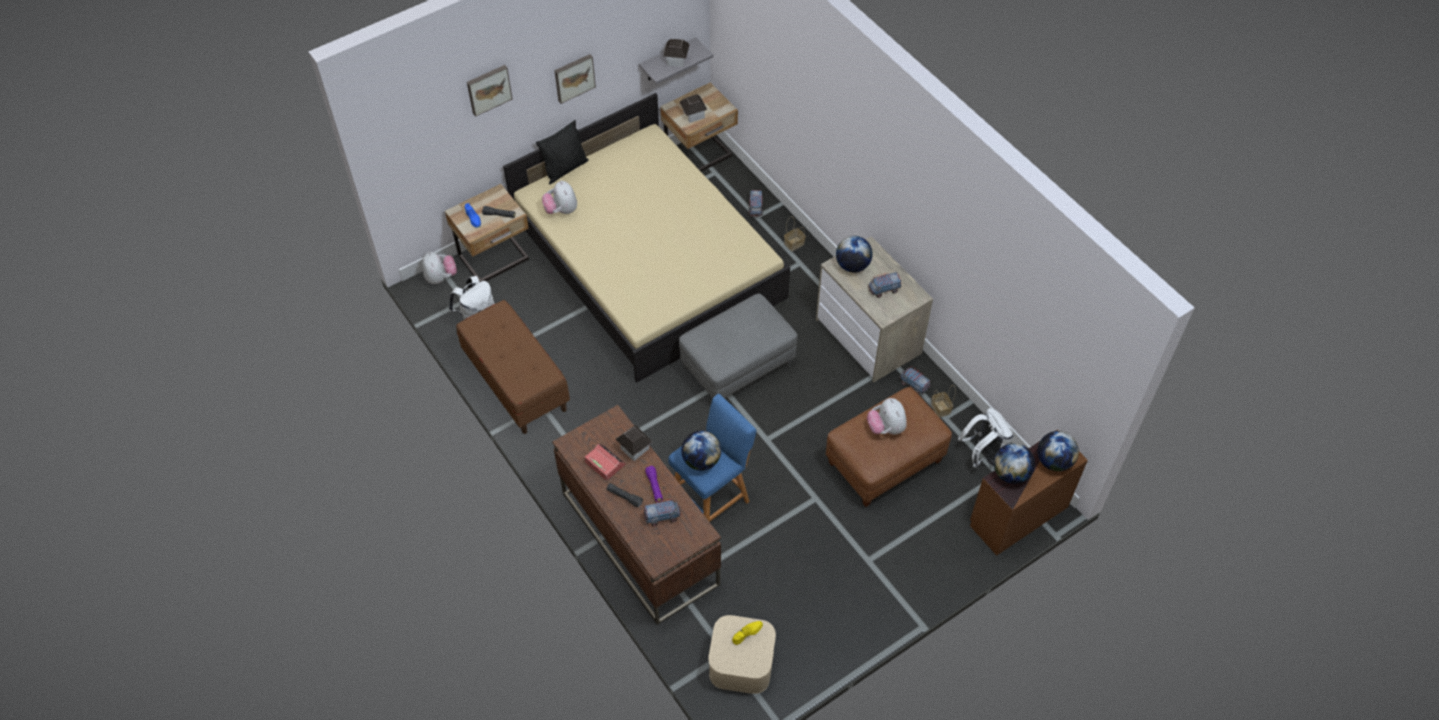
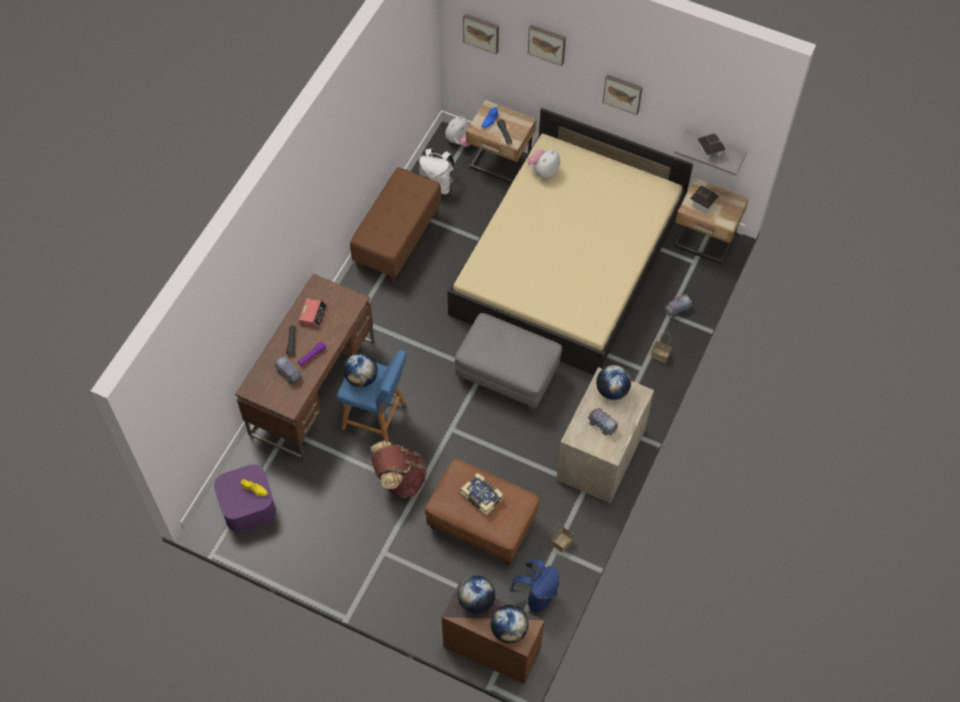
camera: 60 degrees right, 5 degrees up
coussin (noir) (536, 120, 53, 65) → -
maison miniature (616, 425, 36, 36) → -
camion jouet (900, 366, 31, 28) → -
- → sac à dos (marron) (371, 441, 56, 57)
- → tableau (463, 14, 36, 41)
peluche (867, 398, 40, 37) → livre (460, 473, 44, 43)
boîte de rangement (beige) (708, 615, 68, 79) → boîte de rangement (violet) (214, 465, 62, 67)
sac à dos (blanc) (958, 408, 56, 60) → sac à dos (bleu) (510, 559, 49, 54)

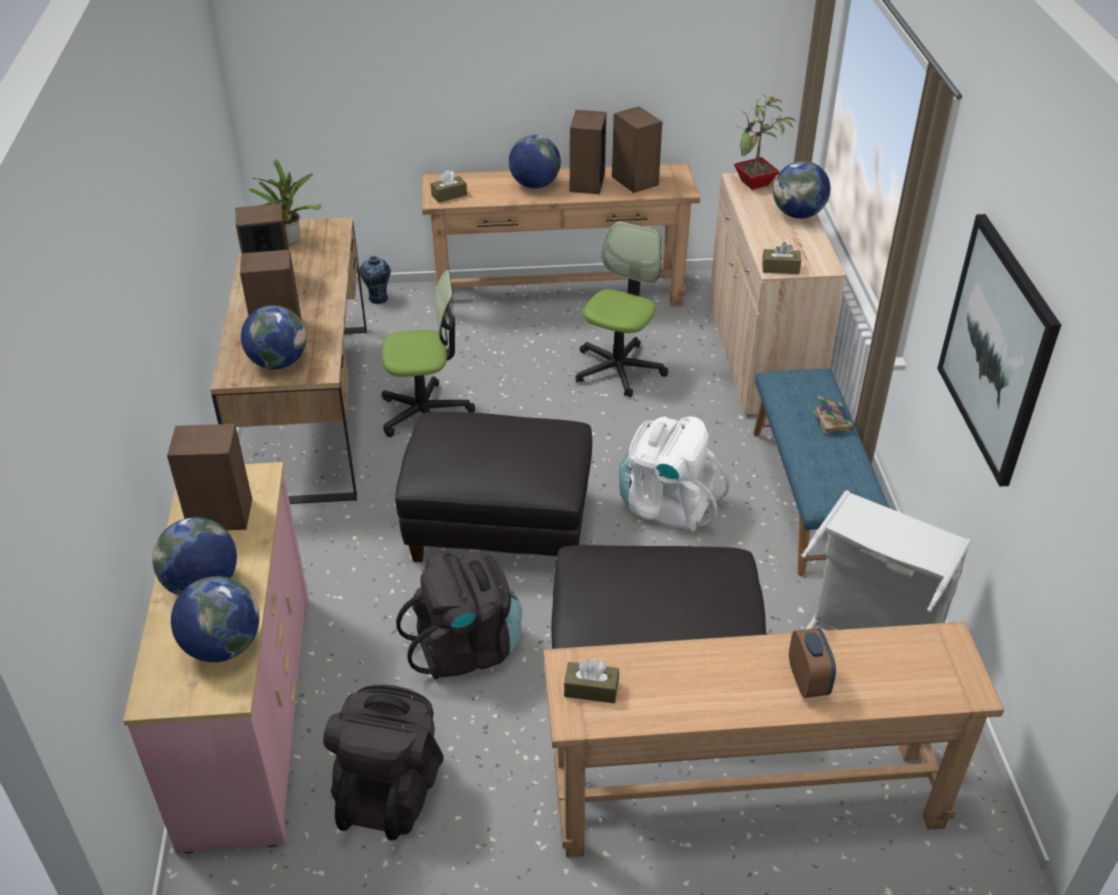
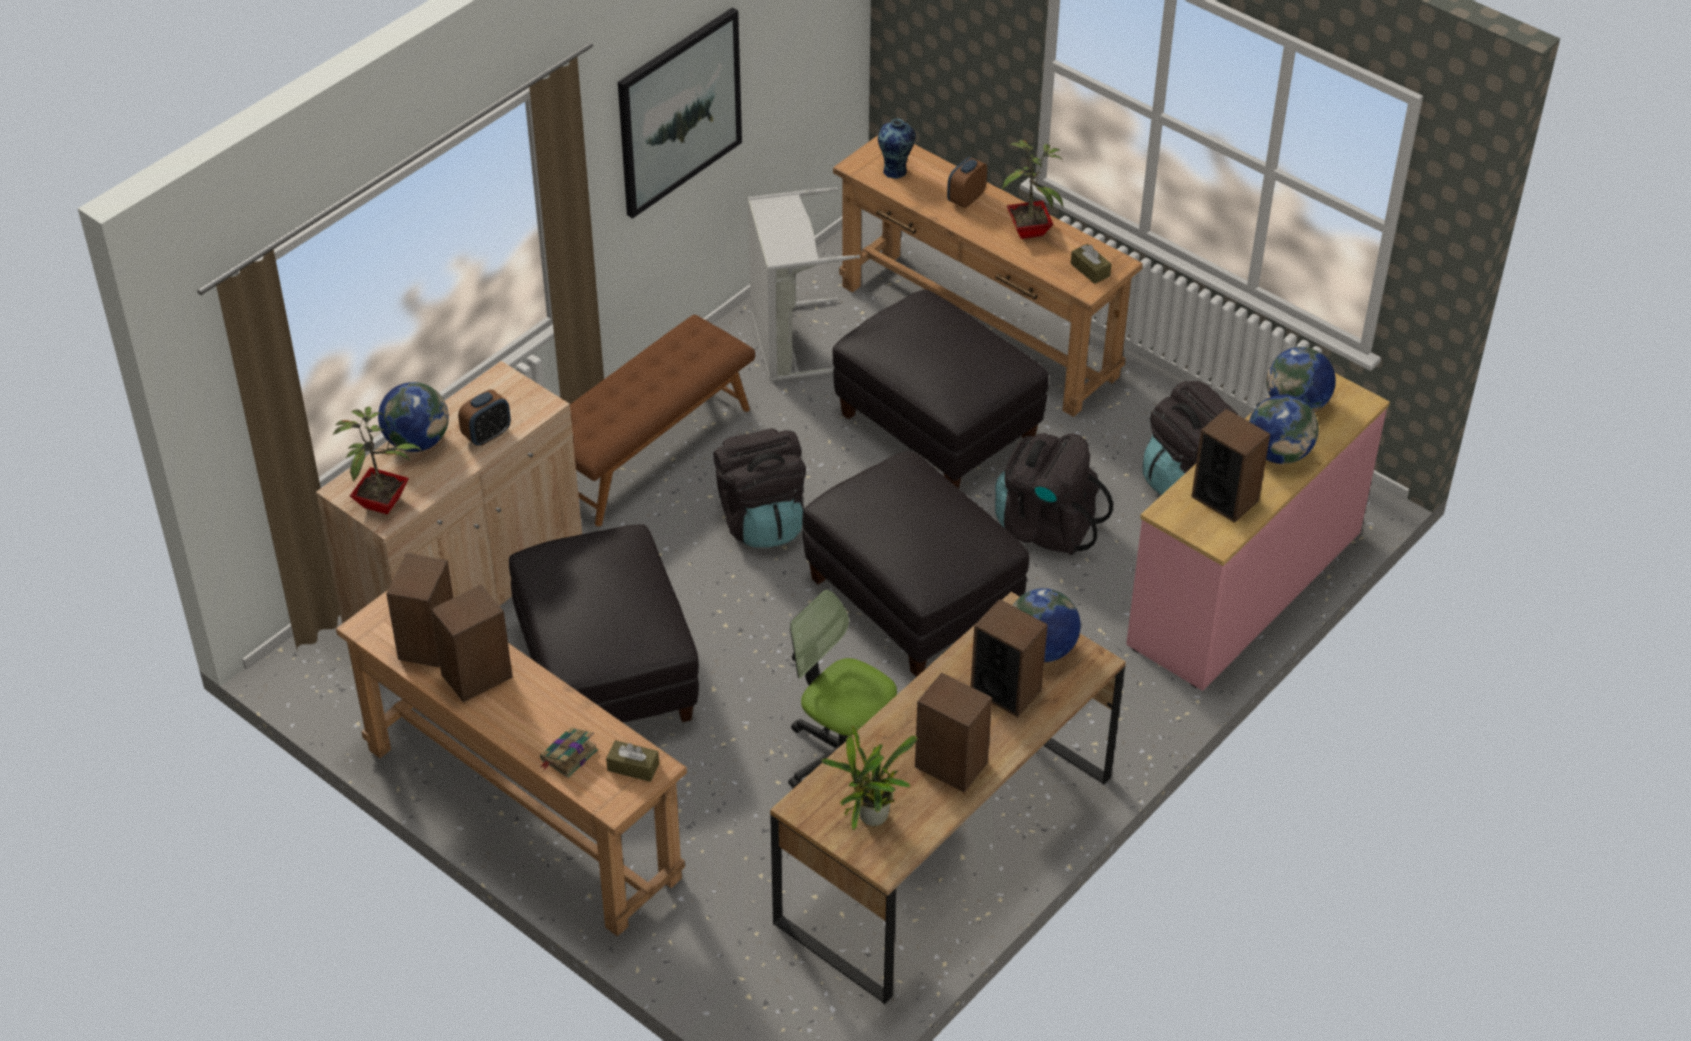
camera: 135 degrees left, 5 degrees up
globe (509, 135, 52, 54) → -
boîte à mouchoirs (marron) (762, 242, 39, 32) → -
- → réveil (458, 389, 53, 57)
- → plante en pot (1002, 140, 61, 99)
vase (360, 256, 31, 48) → vase (878, 118, 38, 61), shifted
livre (813, 395, 41, 39) → livre (539, 727, 59, 51), shifted
chaise de bureau (576, 221, 92, 176) → pouf (noir) (509, 524, 190, 199)
sac à dos (blanc) (619, 416, 111, 115) → sac à dos (noir) (713, 428, 93, 120)
banc (bleu) (753, 369, 136, 207) → banc (marron) (570, 315, 185, 212)

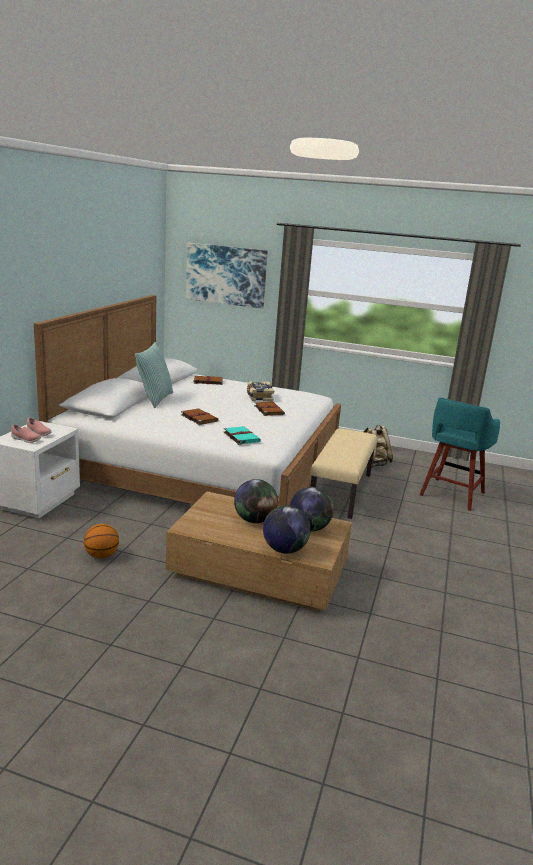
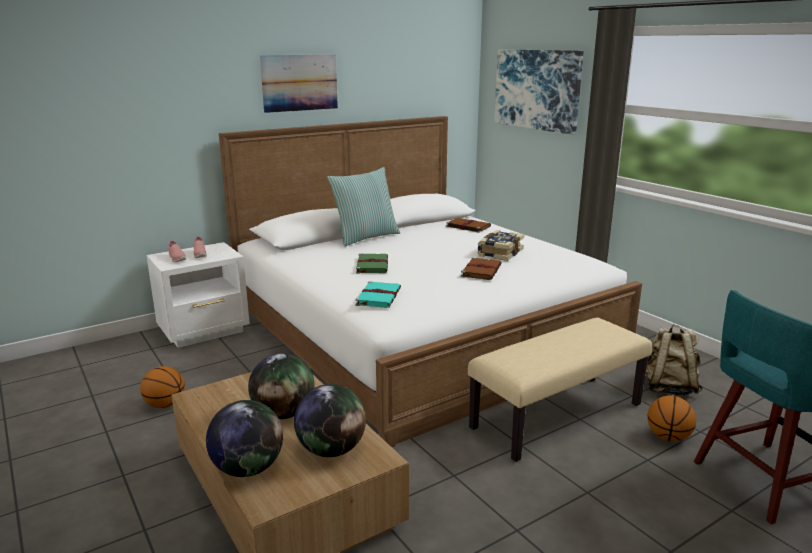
camera: 40 degrees right, 0 degrees up
- → tableau (260, 54, 78, 59)
- → ballon de basket (647, 396, 49, 46)
livre (marron) (181, 409, 38, 16) → livre (vert) (356, 253, 32, 21)

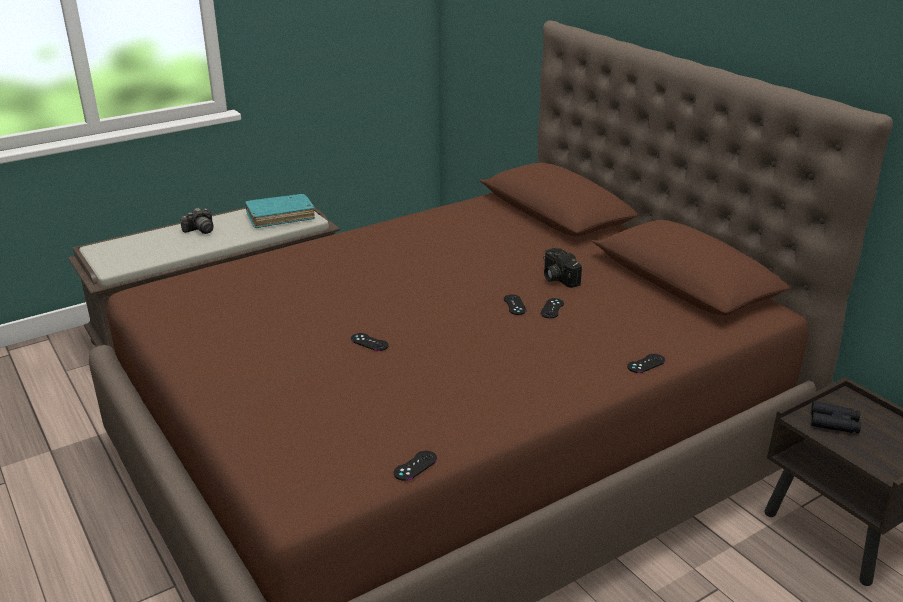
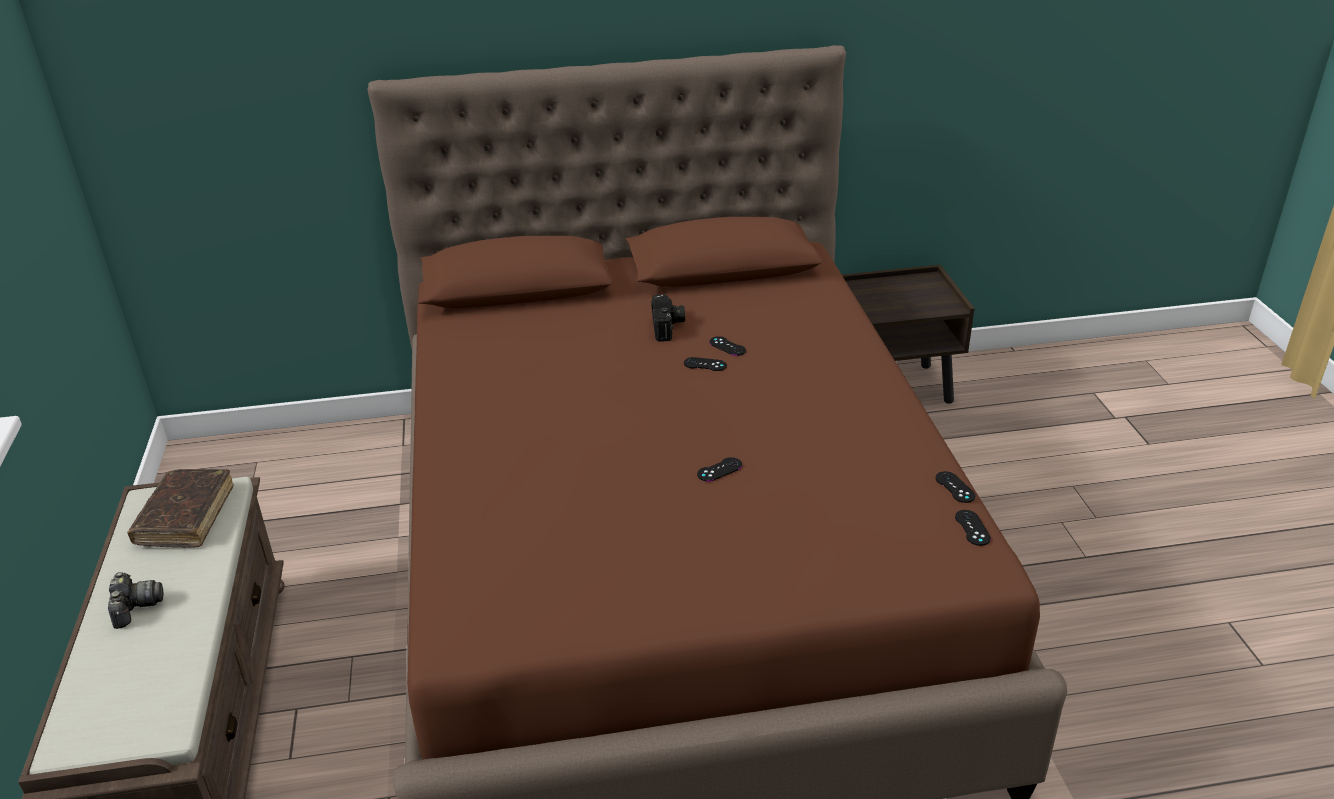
camera: 65 degrees left, 5 degrees up
jumelles (noir) (811, 401, 50, 33) → -
manette (noir) (627, 354, 38, 19) → manette (noir) (955, 510, 36, 36), shifted
livre (turquoise) (245, 194, 70, 34) → livre (marron) (127, 469, 107, 79)
appareil photo (543, 248, 39, 40) → appareil photo (651, 294, 34, 48), 90 degrees counterclockwise

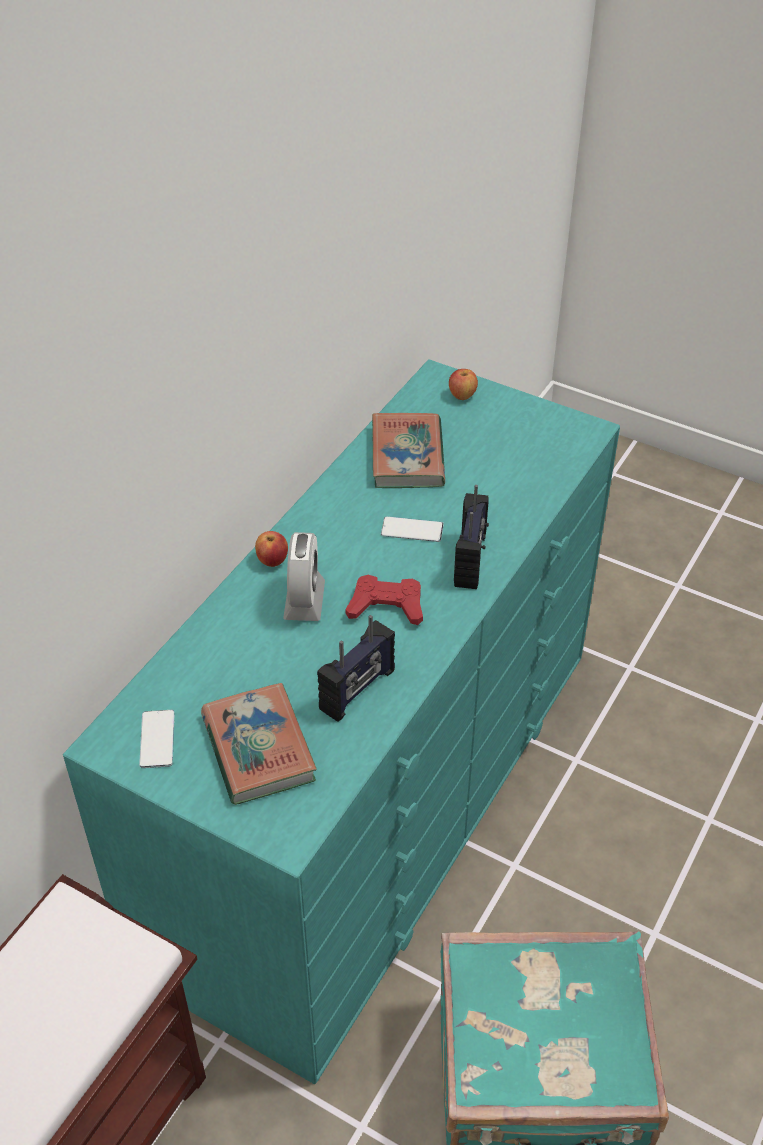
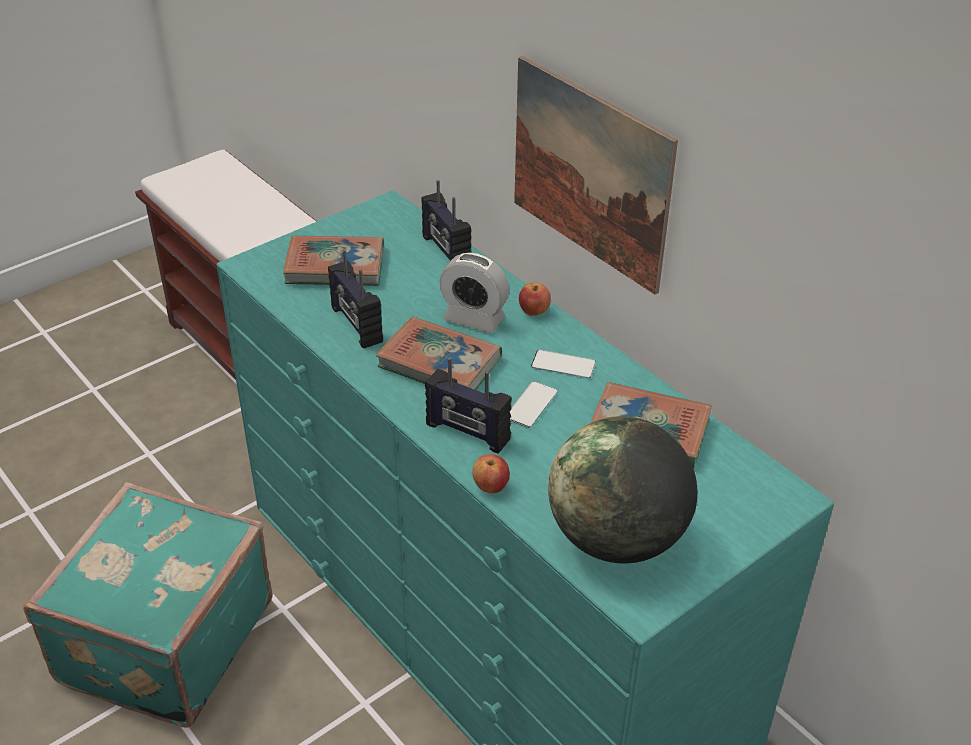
camera: 110 degrees right, 5 degrees down
- → radio (421, 180, 50, 81)
- → tableau (514, 56, 164, 239)
- → globe (548, 416, 149, 147)
téléphone (139, 710, 36, 58) → téléphone (531, 350, 65, 28), shifted
pomme (449, 369, 29, 31) → pomme (472, 454, 38, 39), shifted
manette (rouge) (345, 575, 78, 50) → livre (376, 317, 126, 73)

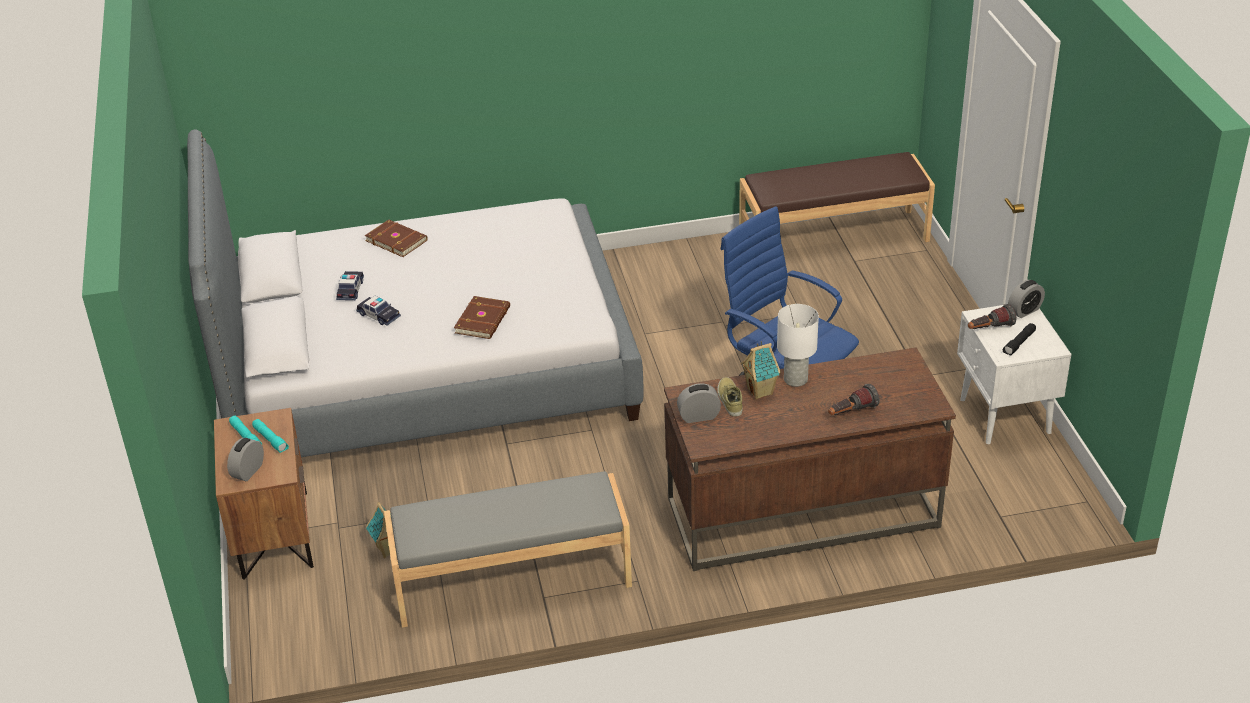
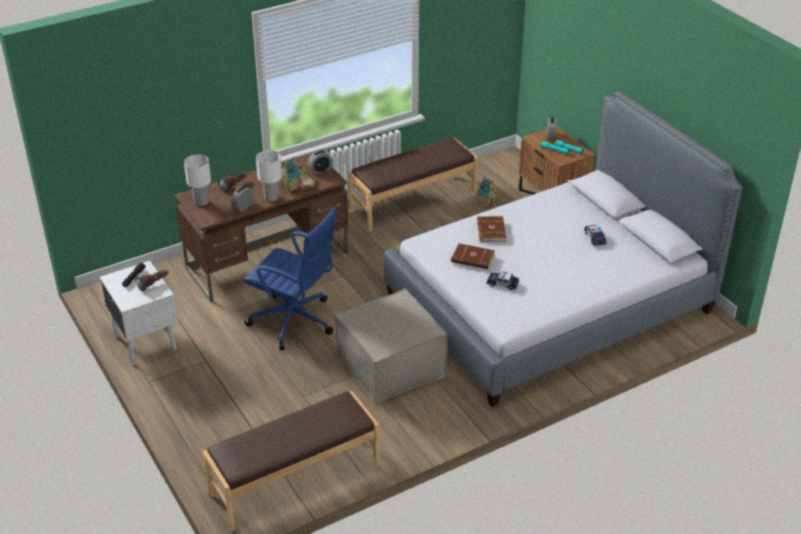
camera: 160 degrees right, 0 degrees up
- → lampe de table (blanc) (184, 155, 27, 51)
- → pouf (beige) (334, 288, 113, 117)
petite voiture (356, 296, 45, 29) → petite voiture (487, 271, 32, 19), shifted
livre (marron) (365, 220, 63, 37) → livre (marron) (451, 243, 44, 26), shifted
réveil (1008, 280, 37, 38) → réveil (231, 186, 24, 26), shifted
banc (gris) (384, 471, 248, 157) → banc (marron) (348, 138, 130, 94)

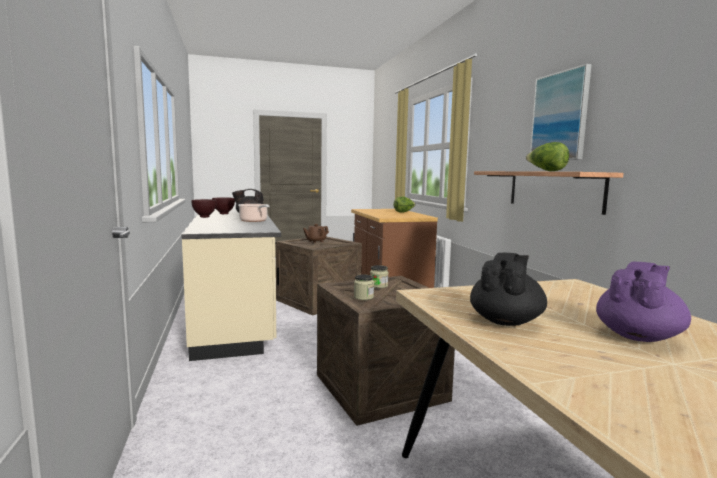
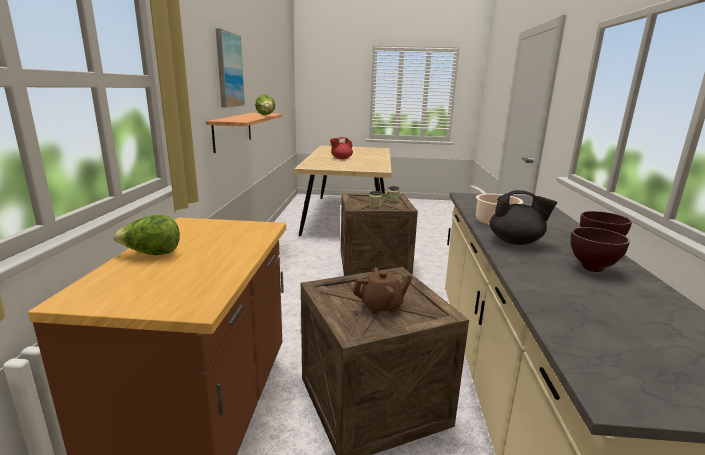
camera: 160 degrees left, 10 degrees up
théière (noir) (470, 253, 77, 73) → -
théière (violet) (596, 262, 95, 80) → théière (rouge) (330, 137, 23, 22)

